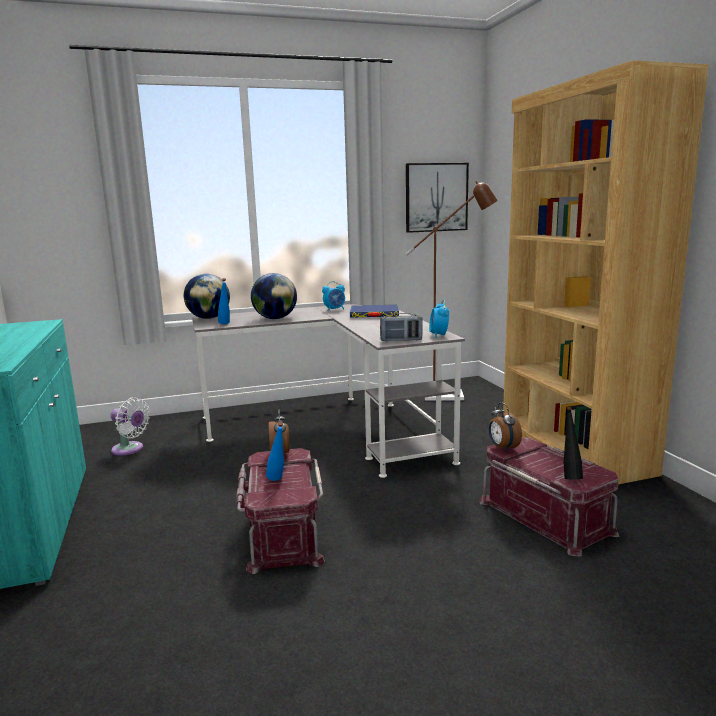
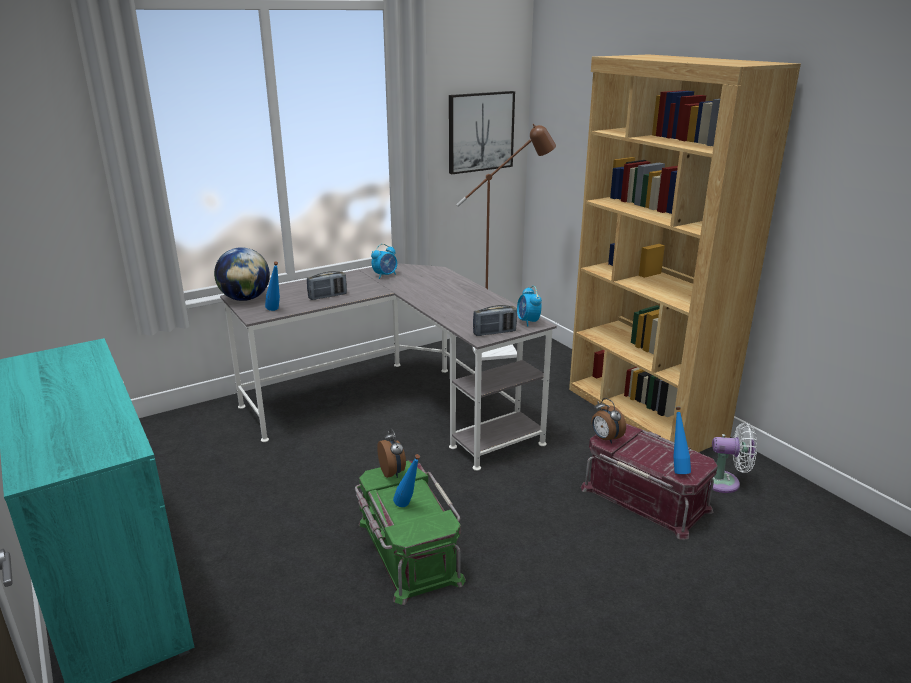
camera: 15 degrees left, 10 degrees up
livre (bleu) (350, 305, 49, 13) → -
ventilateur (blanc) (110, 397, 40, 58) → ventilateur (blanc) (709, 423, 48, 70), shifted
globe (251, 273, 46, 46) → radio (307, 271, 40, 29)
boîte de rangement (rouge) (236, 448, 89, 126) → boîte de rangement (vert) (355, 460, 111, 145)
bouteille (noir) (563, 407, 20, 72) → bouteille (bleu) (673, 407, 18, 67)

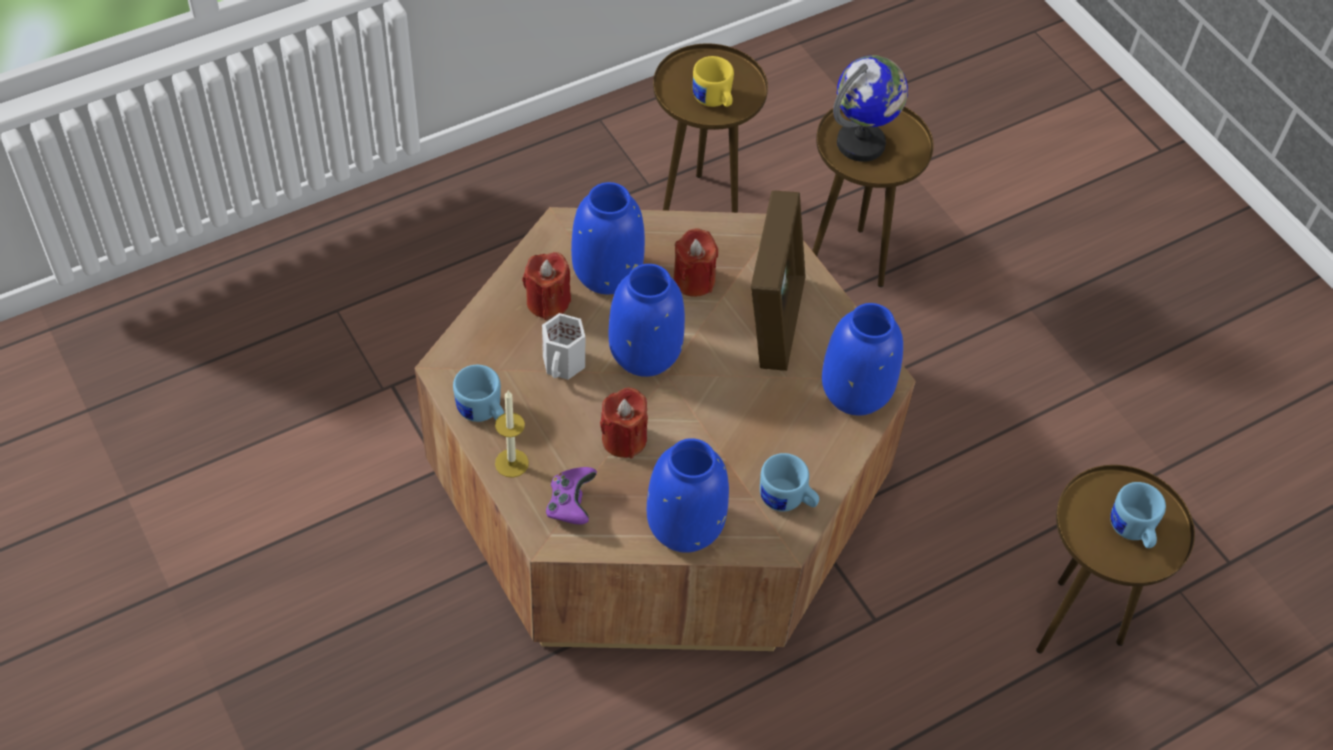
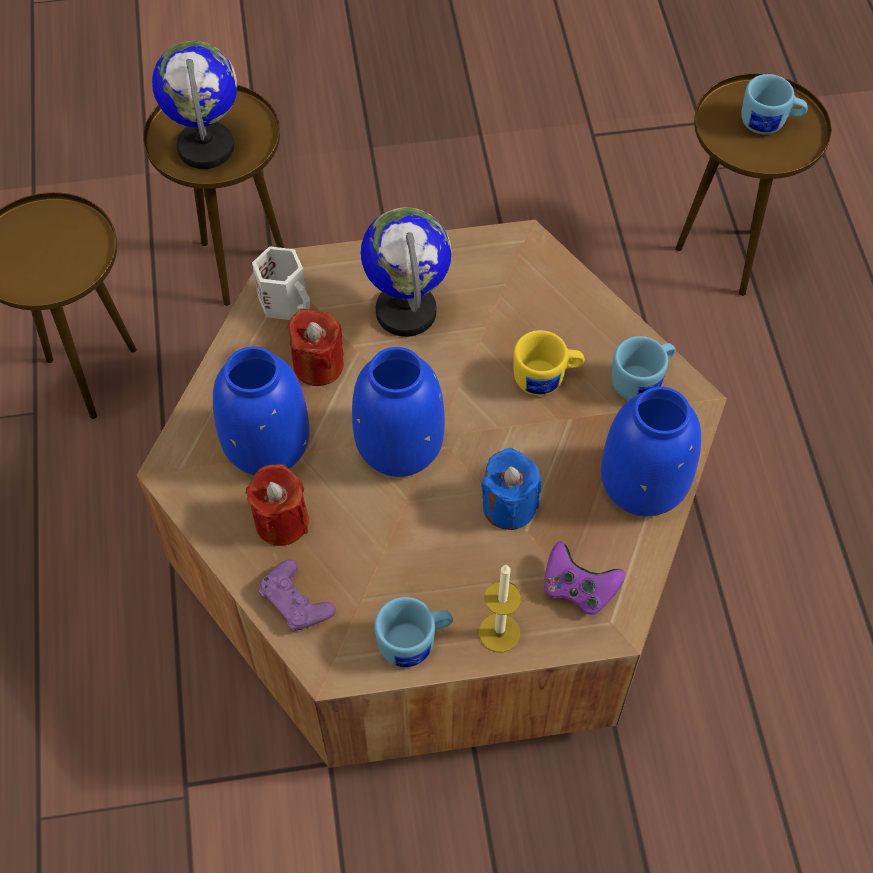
camera: 65 degrees left, 5 degrees up
vase (bleu) (822, 303, 81, 112) → -
- → manette (violet) (259, 559, 77, 73)
mug (blanc) (542, 313, 43, 67) → mug (blanc) (252, 246, 58, 74), shifted
mug (jaune) (693, 56, 41, 51) → mug (jaune) (514, 330, 71, 66), shifted
cadre photo (751, 191, 54, 180) → globe (361, 207, 90, 130)
bougie (rouge) (600, 388, 48, 71) → bougie (bleu) (481, 448, 60, 82)

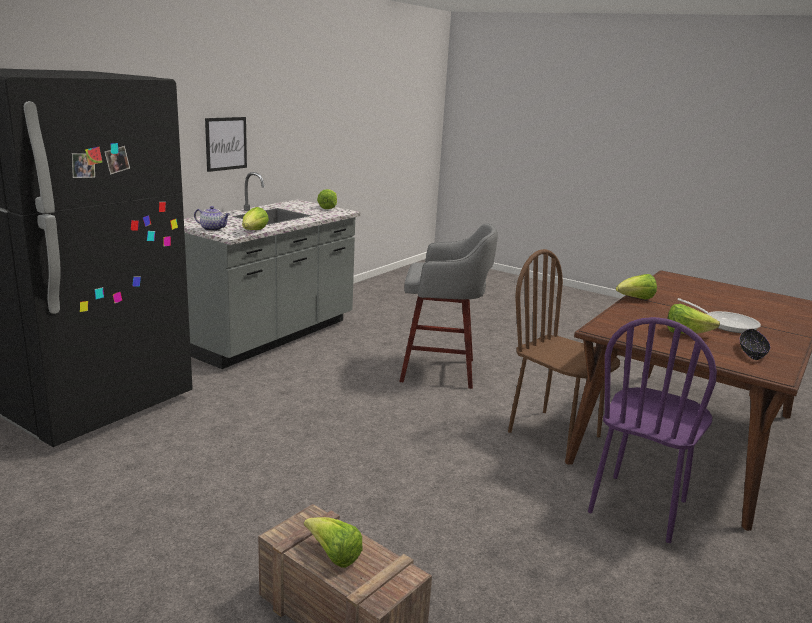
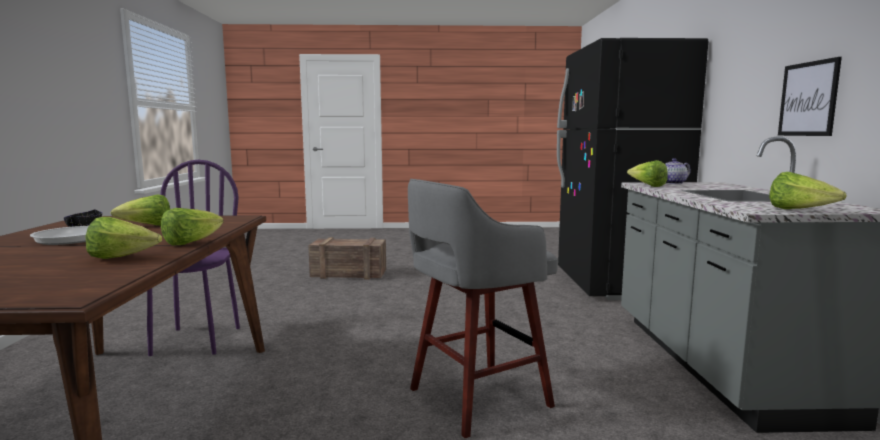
camera: 145 degrees right, 10 degrees down
chaise (marron) (508, 249, 112, 206) → -
laitue (304, 517, 59, 51) → laitue (86, 217, 76, 42), shifted

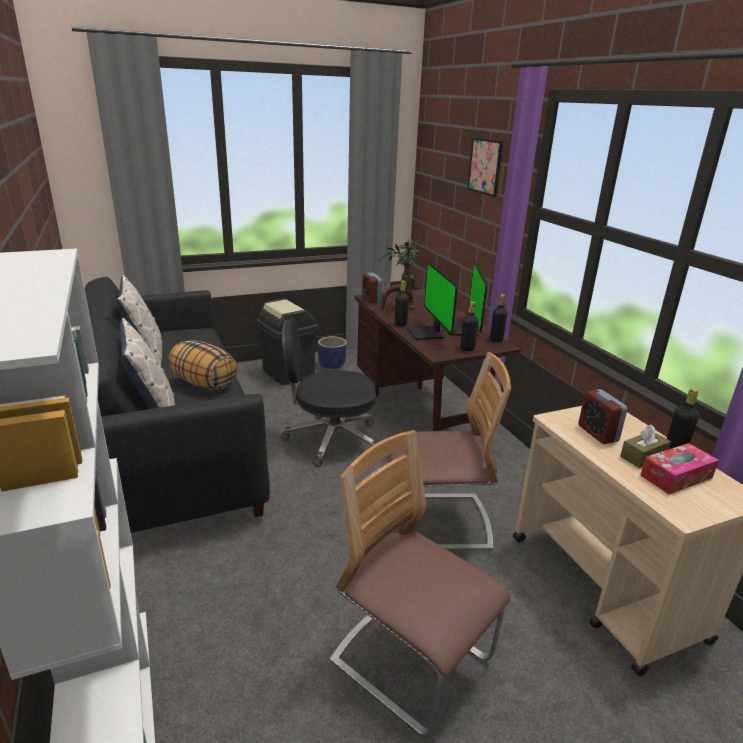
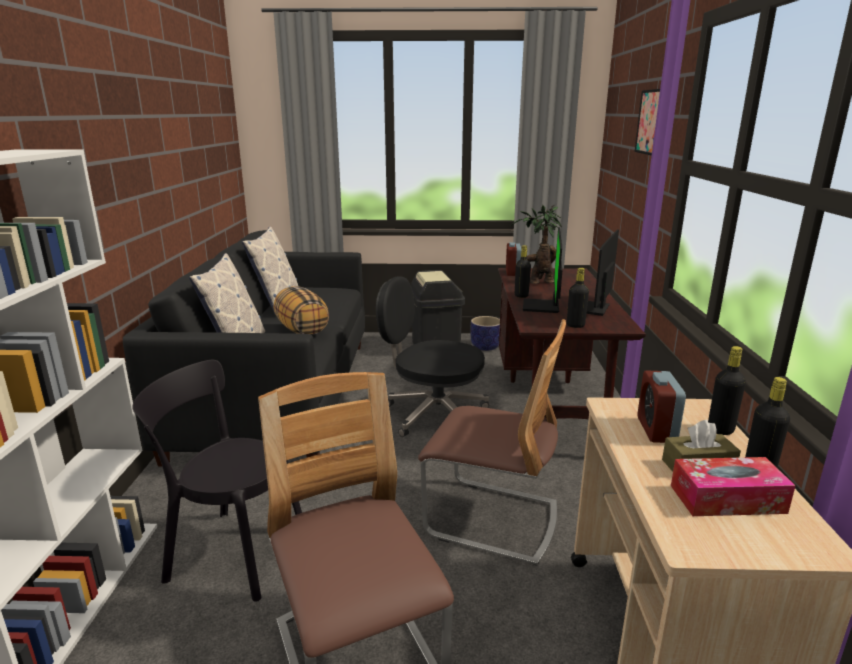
camera: 25 degrees right, 5 degrees down
- → chaise (noir) (132, 360, 170, 242)
bouteille (noir) (490, 294, 17, 48) → bouteille (noir) (708, 346, 38, 89), shifted

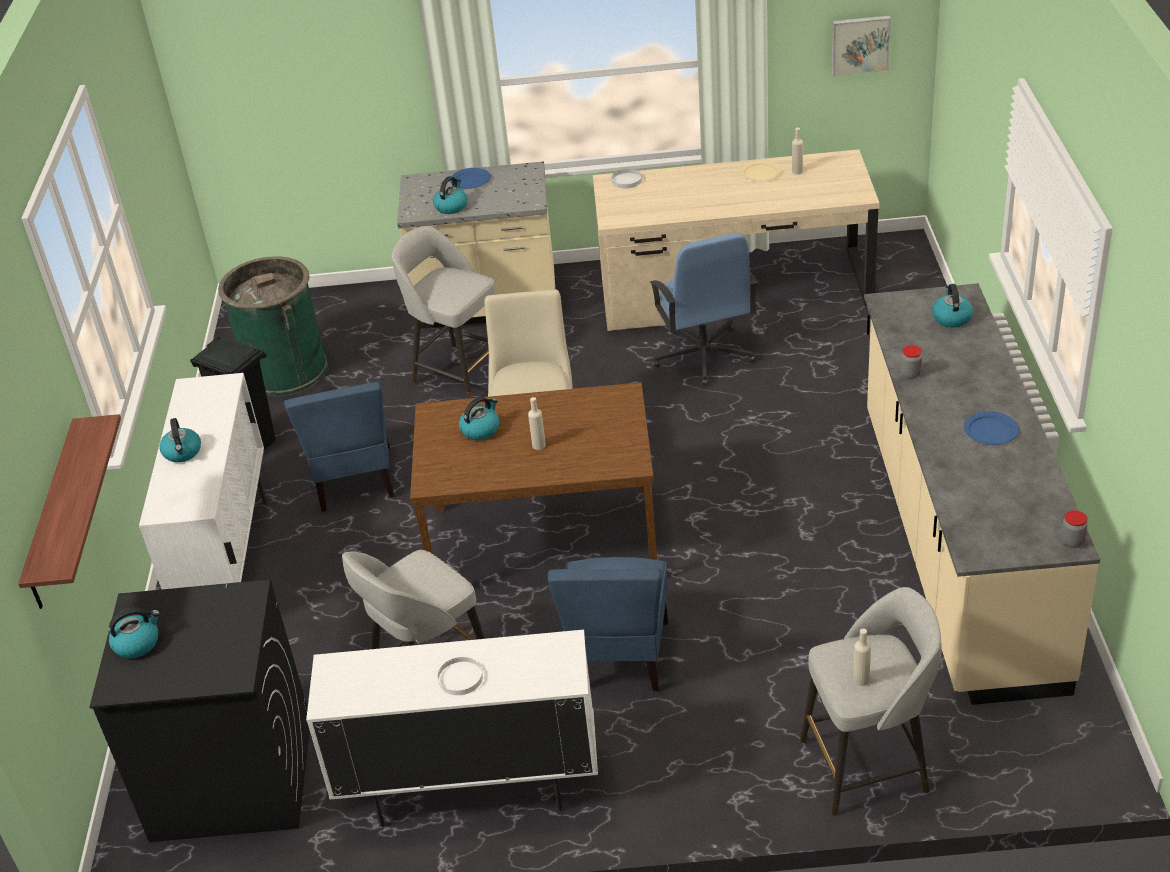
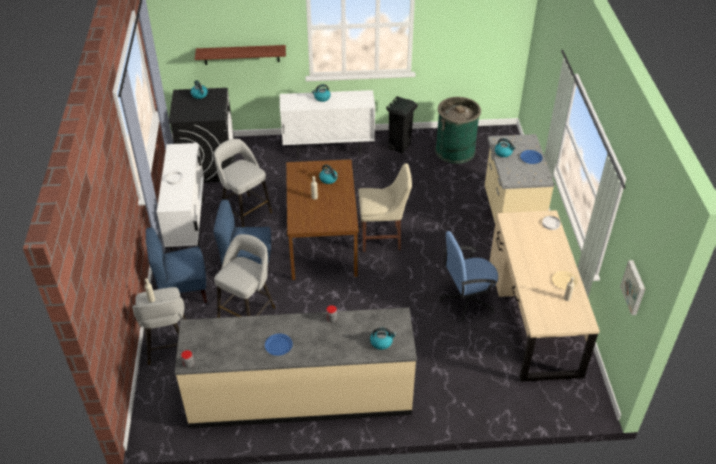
camera: 85 degrees right, 5 degrees up
chaise (bleu) (284, 382, 110, 130) → chaise (bleu) (146, 227, 61, 76), shifted
tabouret (gris) (391, 226, 105, 173) → tabouret (gris) (214, 234, 61, 84), shifted

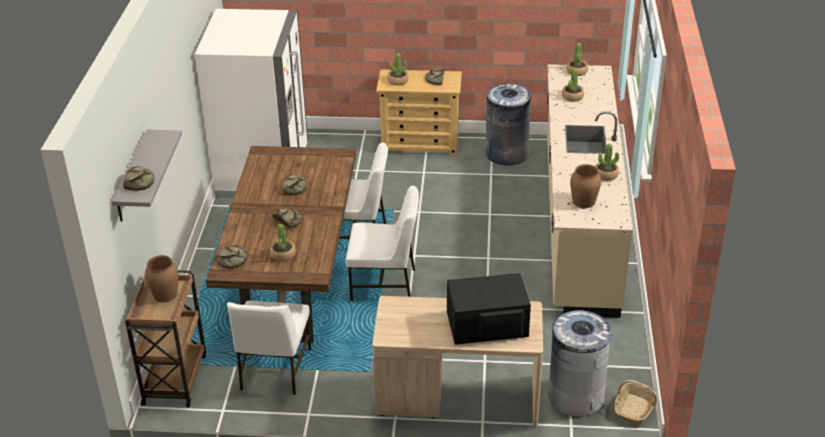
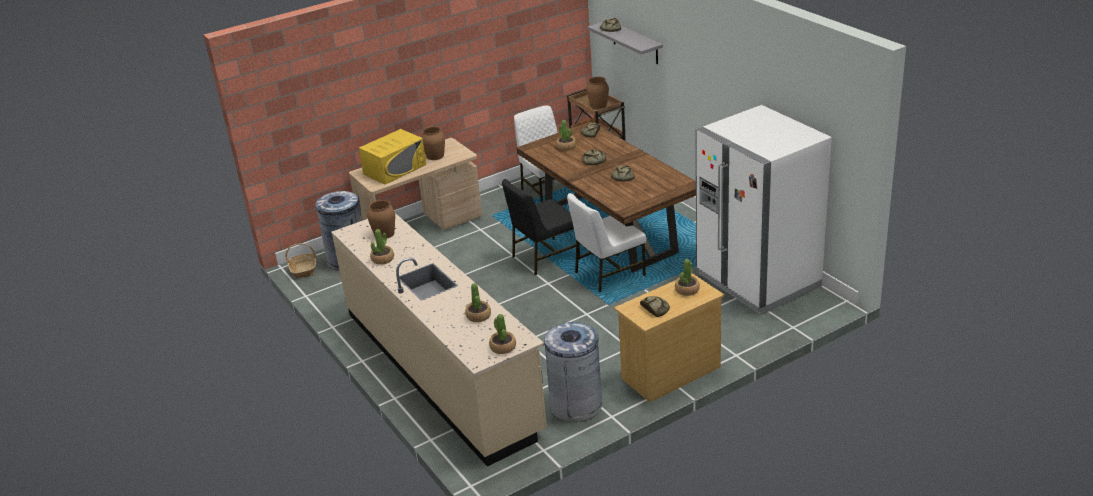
camera: 145 degrees right, 5 degrees down
- → vase (marron) (421, 126, 24, 34)
chaise (blanc) (346, 186, 73, 115) → chaise (noir) (502, 179, 78, 96)
micro-ondes (noir) (447, 273, 84, 72) → micro-ondes (jaune) (359, 129, 67, 56)

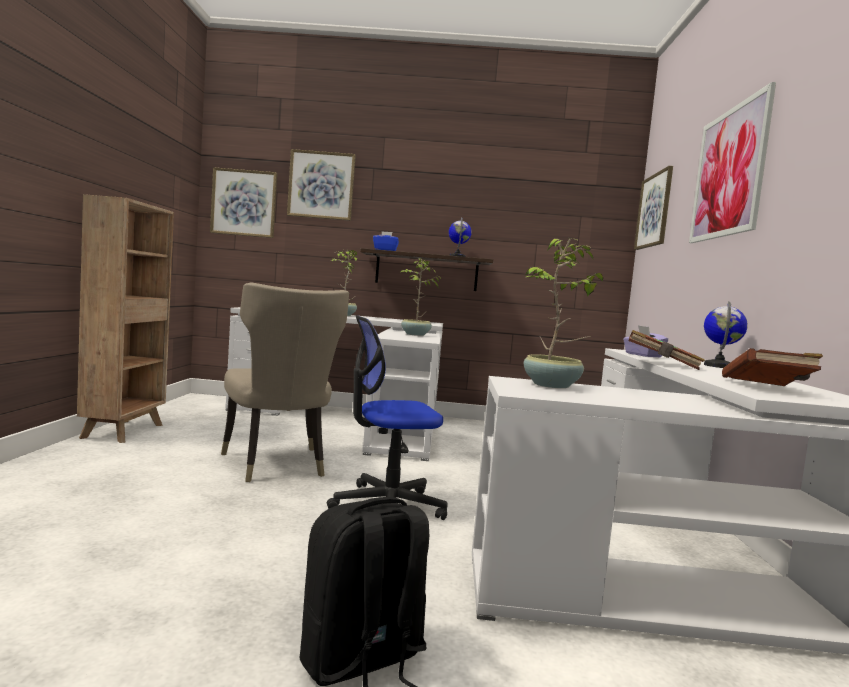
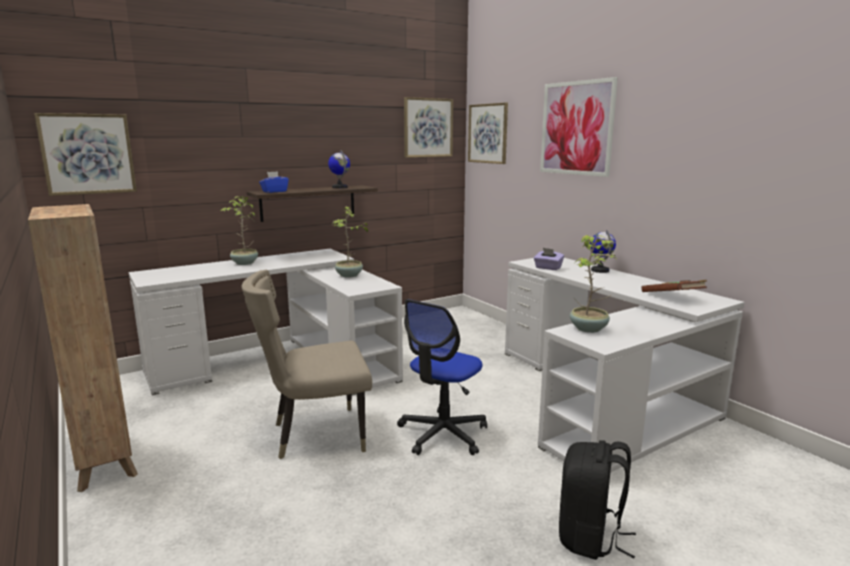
camera: 35 degrees left, 10 degrees up
livre (marron) (629, 330, 76, 40) → -
tableau (287, 149, 69, 72) → tableau (404, 97, 49, 61), shifted
chaise (beige) (221, 283, 128, 199) → chaise (beige) (242, 270, 130, 189), 135 degrees clockwise

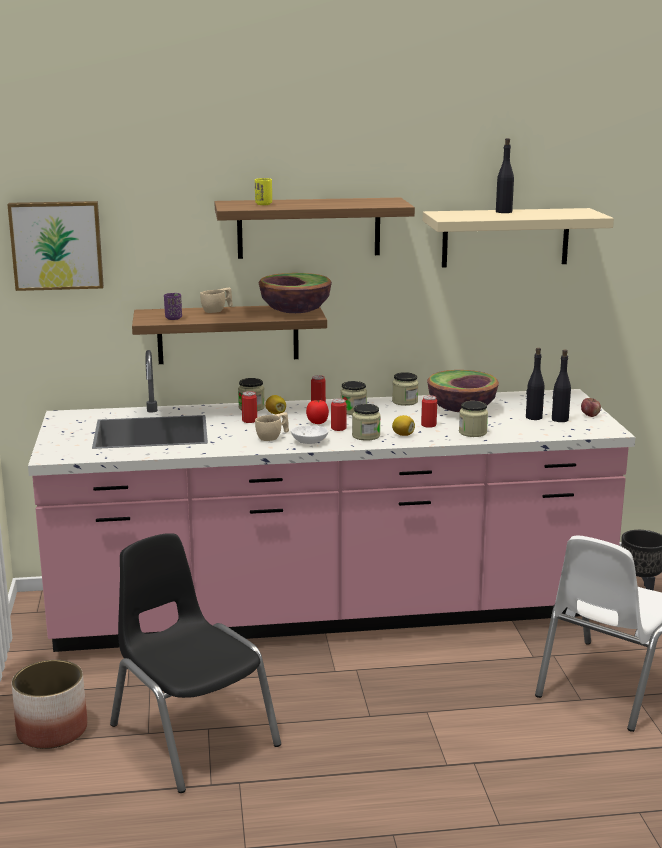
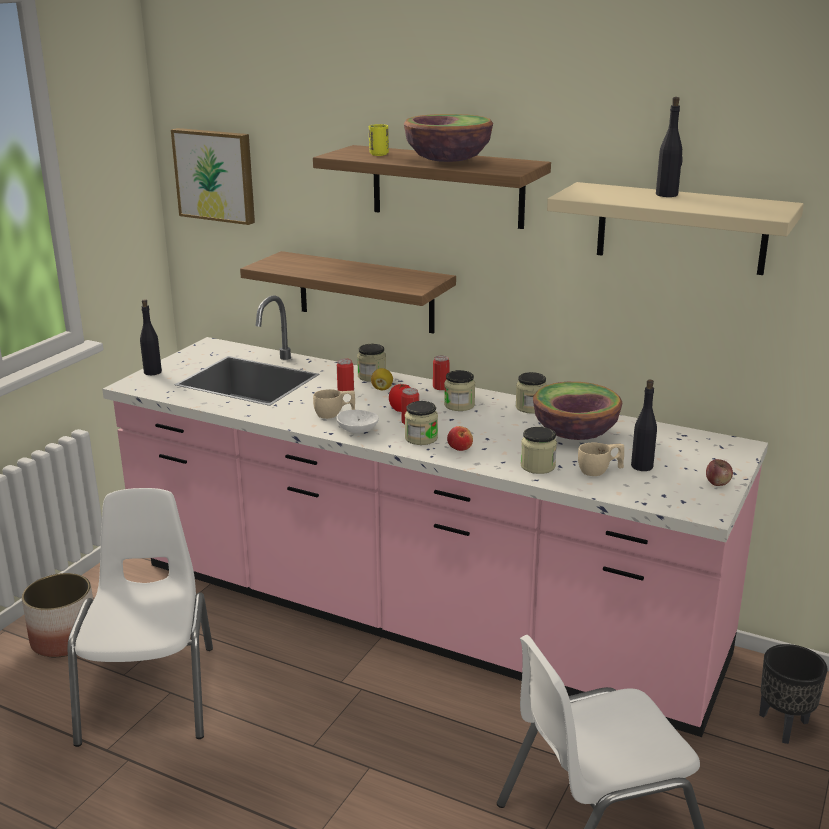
camera: 35 degrees right, 5 degrees up
tasse (violet) (164, 293, 18, 27) → -
boîte métallique (421, 395, 16, 33) → -
tasse (beige) (200, 288, 33, 25) → tasse (beige) (578, 442, 46, 34), shifted
bol (259, 273, 73, 40) → bol (404, 114, 89, 48), shifted
bouteille (noir) (552, 349, 19, 73) → bouteille (noir) (140, 299, 22, 76), shifted
citron (392, 415, 23, 21) → pomme (447, 426, 26, 25)
chaise (noir) (110, 533, 171, 260) → chaise (blanc) (68, 488, 145, 259)

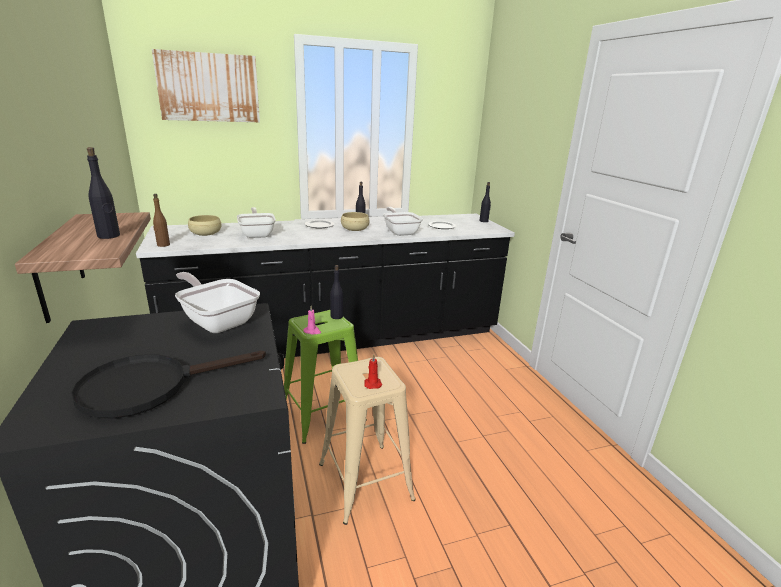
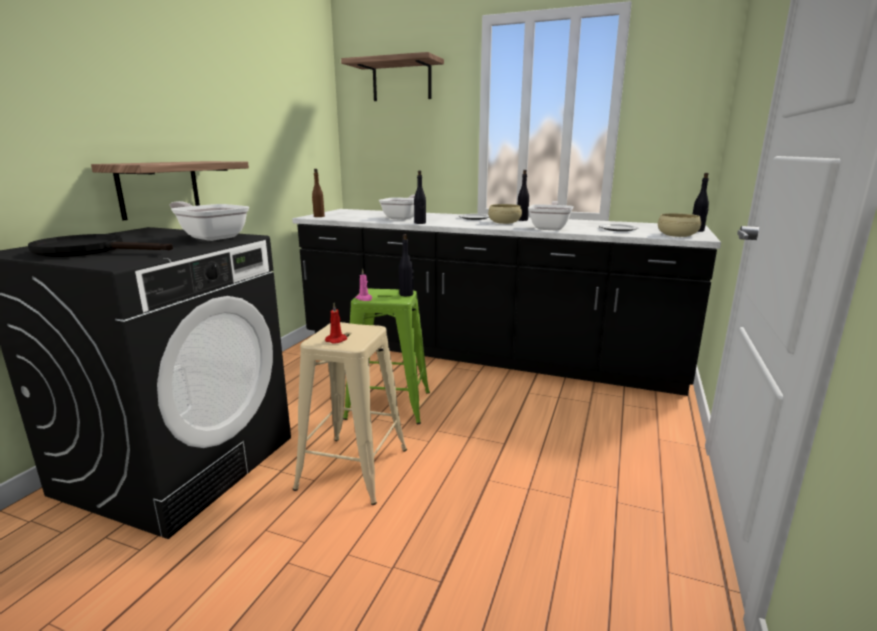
camera: 40 degrees right, 5 degrees down
bouteille (noir) (87, 147, 33, 92) → bouteille (noir) (414, 171, 12, 53), shifted
bol (beige) (188, 215, 34, 21) → bol (beige) (658, 213, 43, 24), shifted
tableau (152, 49, 108, 73) → étagère (341, 52, 103, 49)
poêle (175, 272, 85, 61) → poêle (170, 201, 79, 40), 45 degrees counterclockwise

